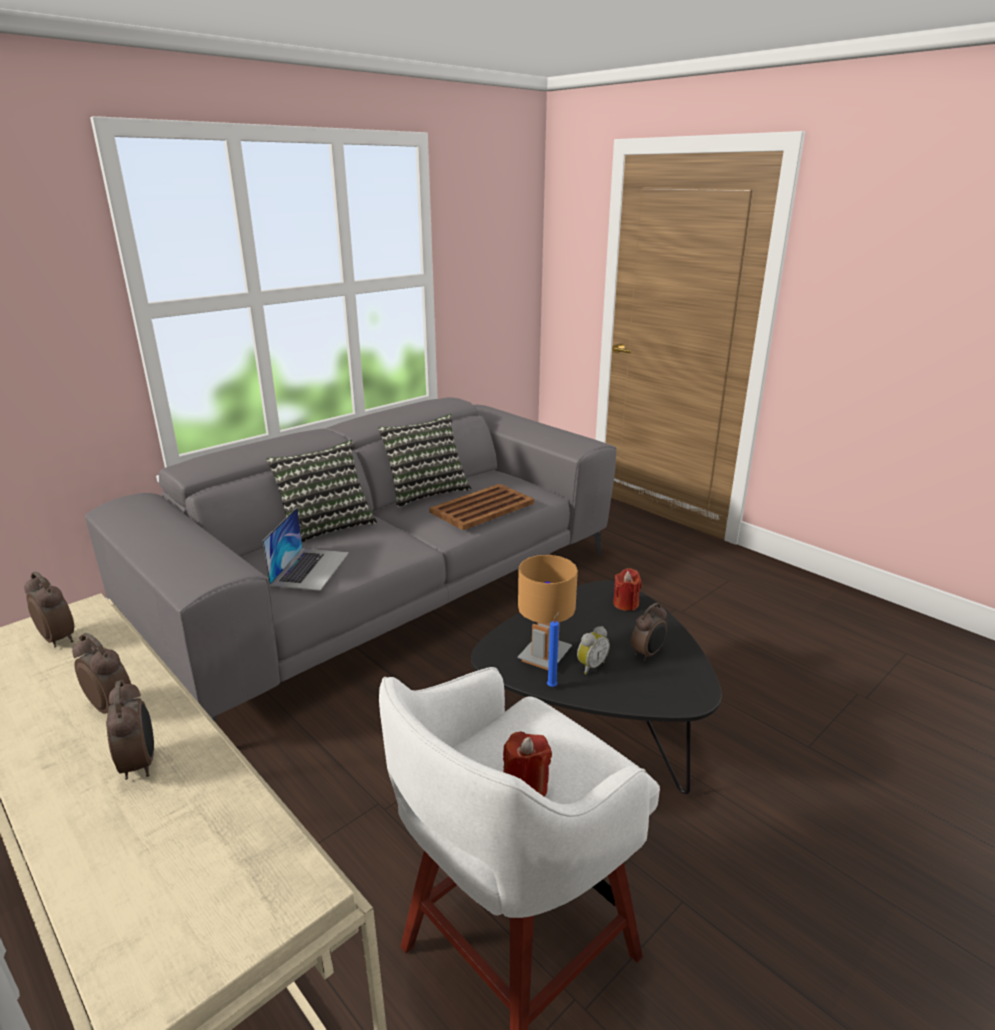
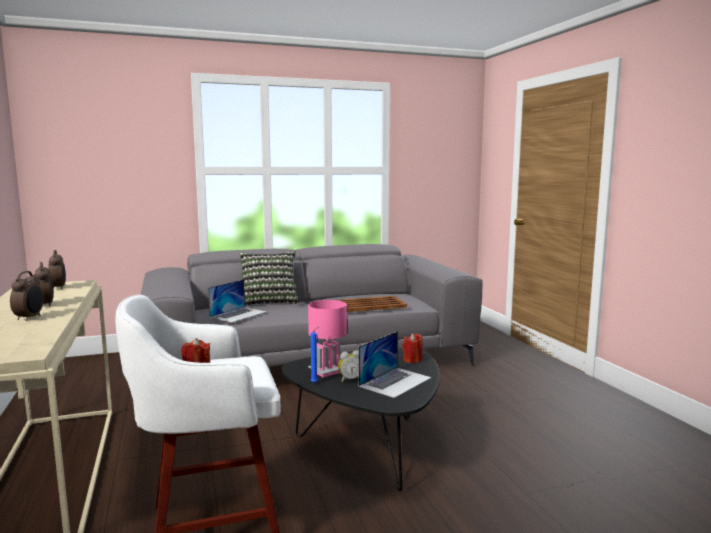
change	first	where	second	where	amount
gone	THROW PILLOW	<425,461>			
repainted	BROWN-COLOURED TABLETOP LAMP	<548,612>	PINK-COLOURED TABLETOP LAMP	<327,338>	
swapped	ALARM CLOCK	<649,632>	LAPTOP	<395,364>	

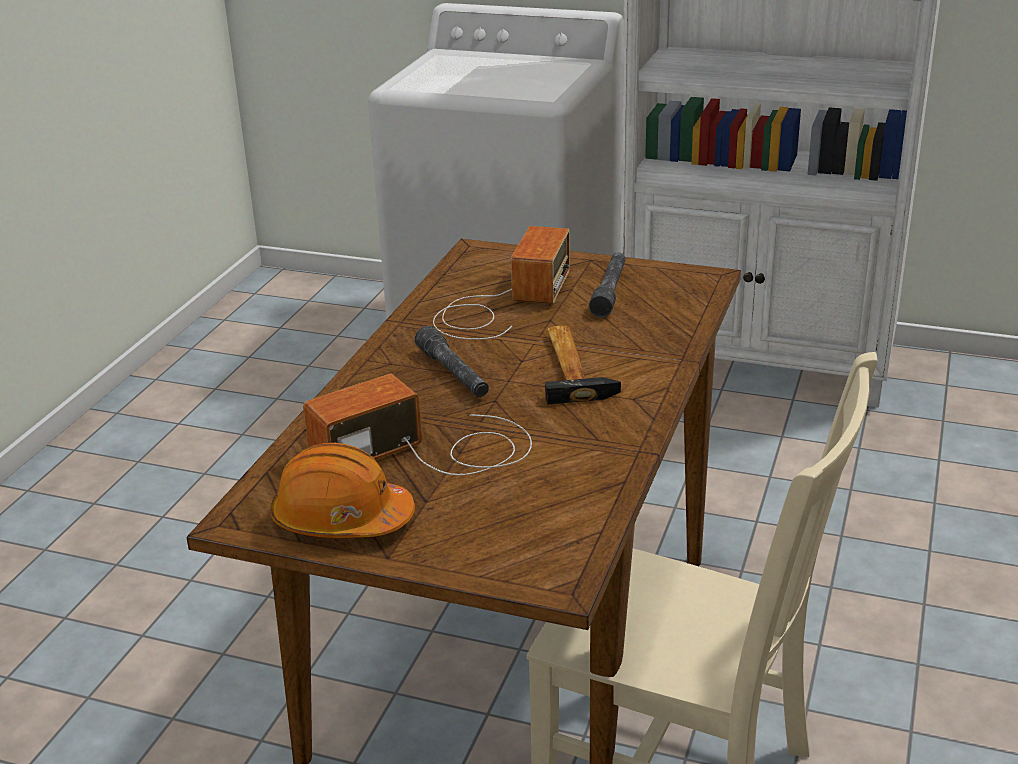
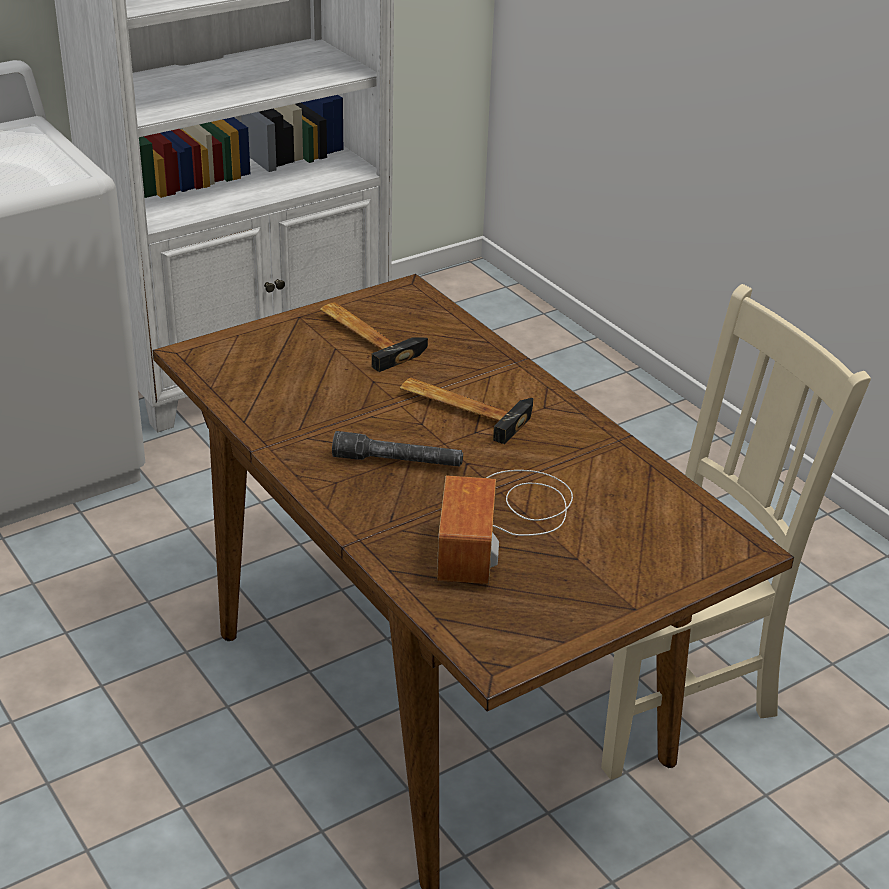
change	first	where	second	where	amount
gone	RADIO SET	<501,283>			
swapped	GRAY HAND TORCH	<607,284>	HAND HAMMER	<374,337>	
gone	ORANGEY SAFETY HELMET	<342,490>			

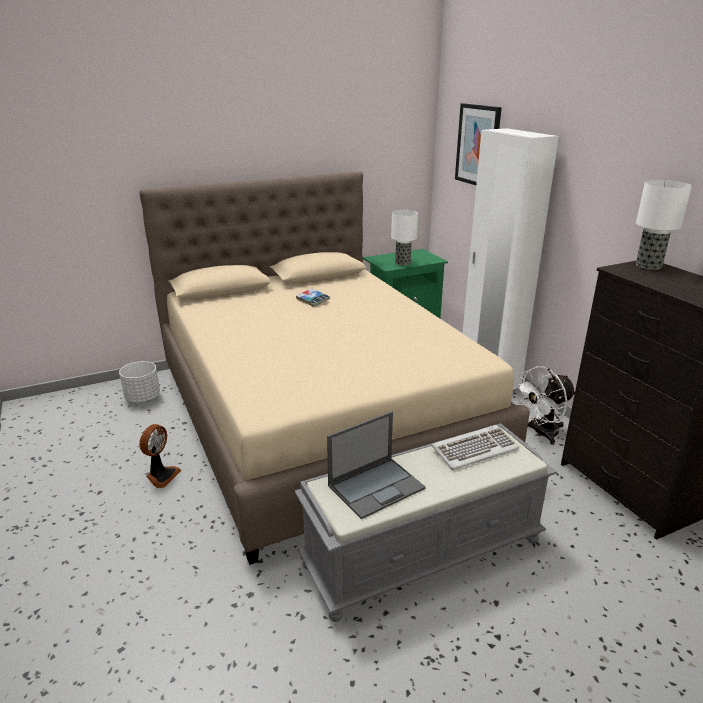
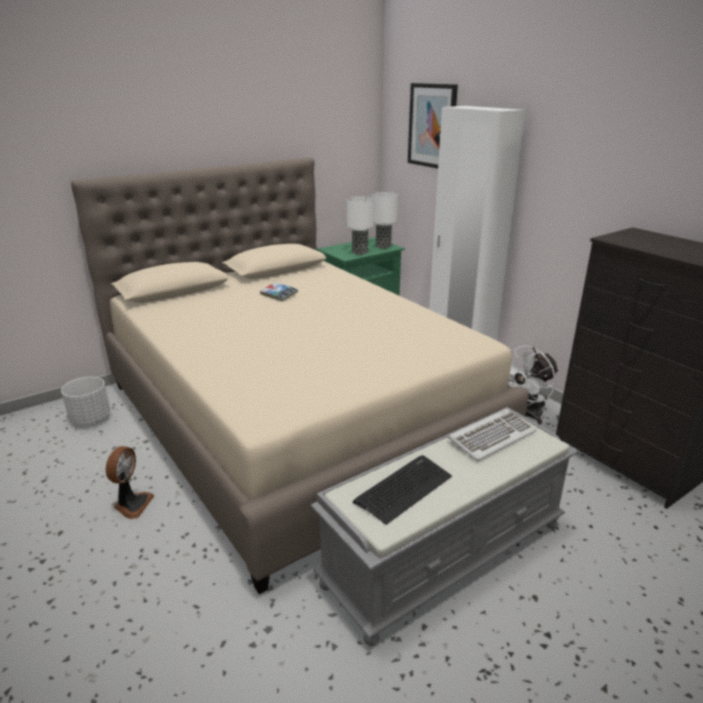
change	first	where	second	where	amount
shifted	TABLETOP LAMP	<664,225>		<384,220>	
swapped	LAPTOP	<376,465>	COMPUTER KEYBOARD	<402,490>	

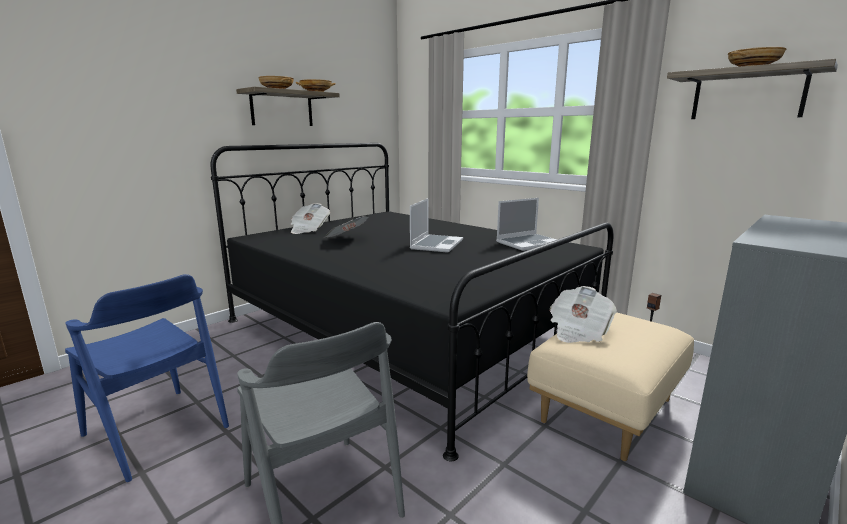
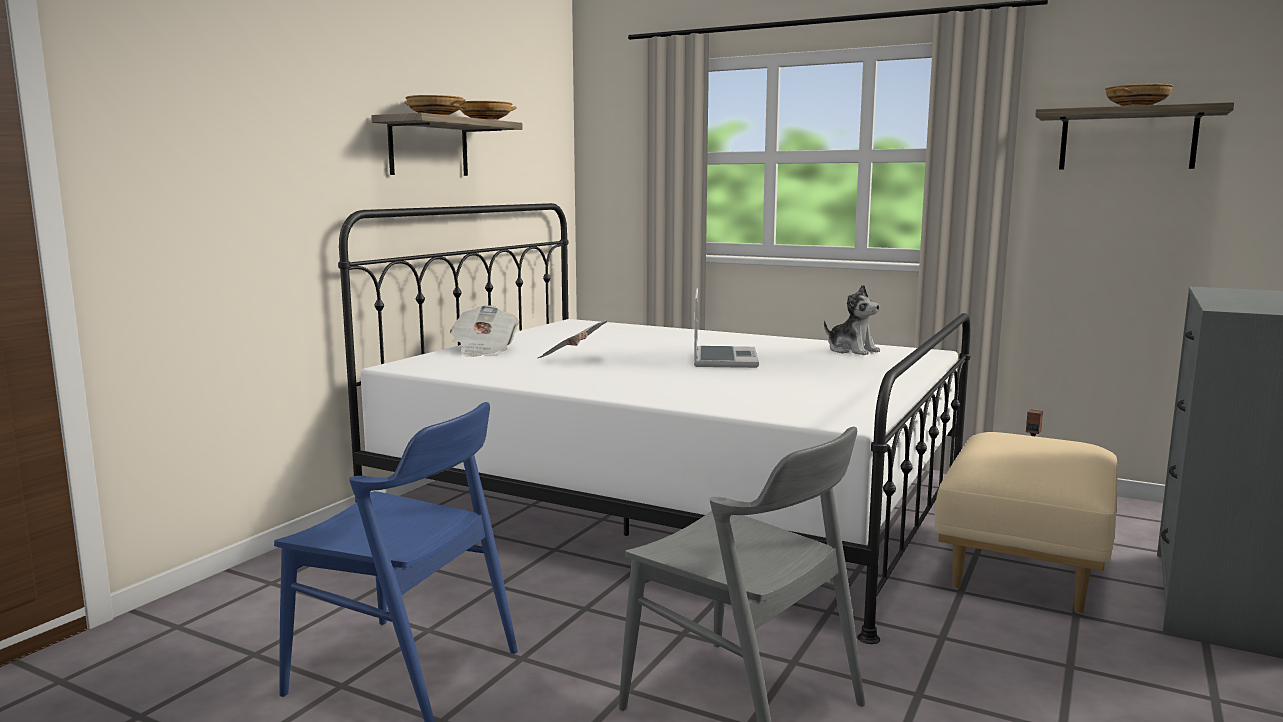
change	first	where	second	where	amount
repainted	BLACKISH BED	<411,302>	WHITISH BED	<654,423>	
swapped	LAPTOP	<526,224>	CUDDLY TOY	<852,320>	
gone	NEWSPAPER	<583,314>			

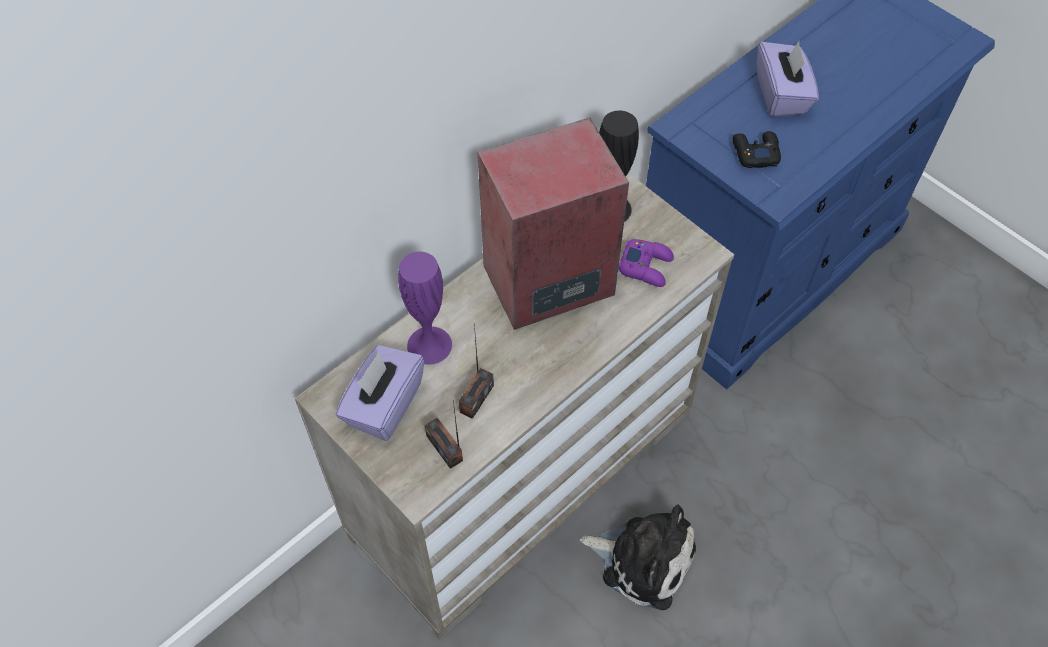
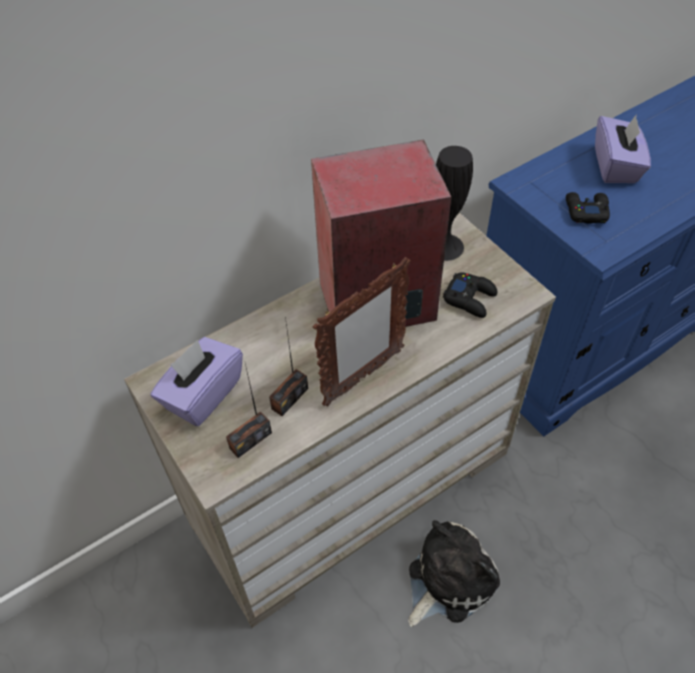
change	first	where	second	where	amount
repainted	PURPLISH GAMEPAD	<646,263>	BLACKISH GAMEPAD	<470,295>	
gone	PURPLISH FLOWER VASE	<425,308>			
rotated	RADIO SET	<444,435>		<249,410>	105 degrees counterclockwise
rotated	CUDDLY TOY	<638,557>		<454,573>	75 degrees counterclockwise
new			STANDING FRAME	<362,332>	

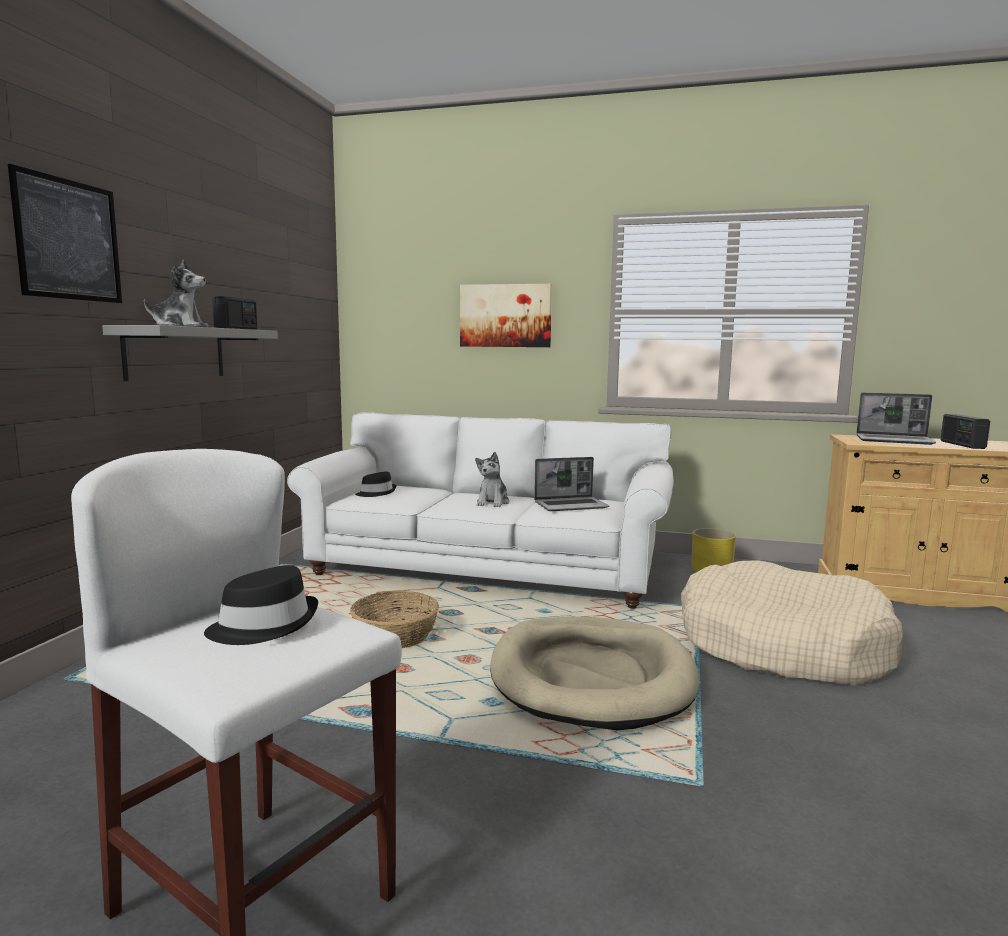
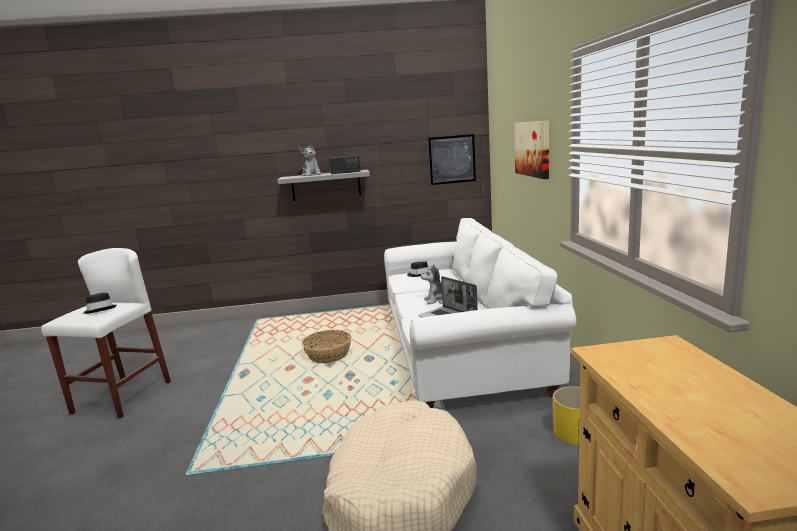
change	first	where	second	where	amount
shifted	WALL ART	<65,233>		<452,159>	
gone	LAPTOP	<896,418>			
gone	RADIO SET	<965,431>			
gone	BEIGE DOG BED	<594,673>			

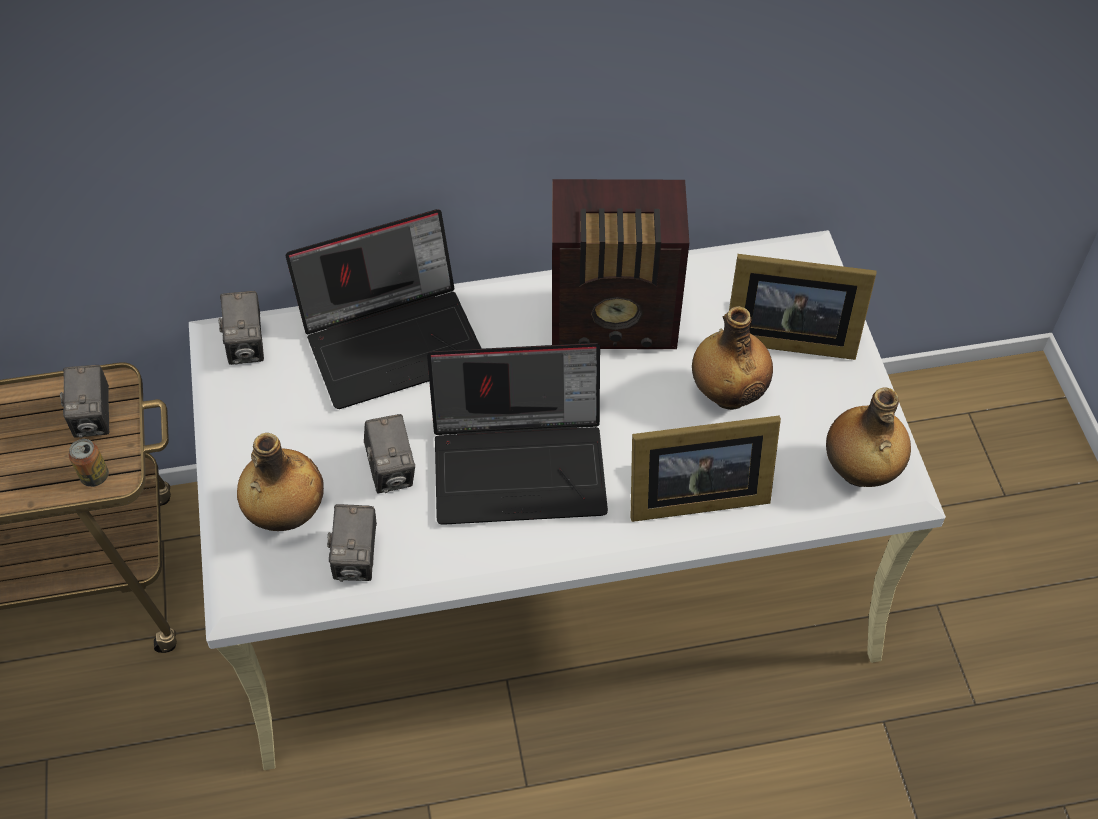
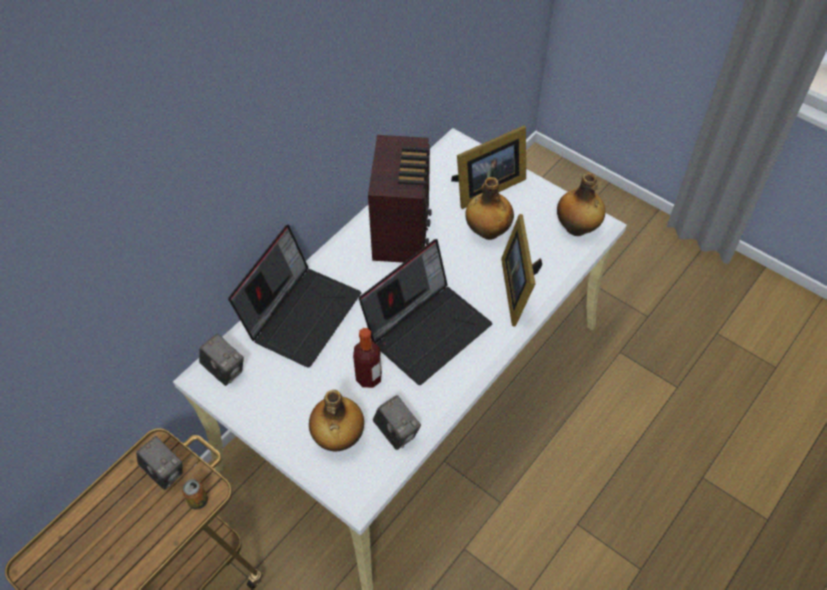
change	first	where	second	where	amount
rotated	RADIO SET	<620,264>		<400,199>	45 degrees counterclockwise
swapped	PHOTO CAMERA	<389,453>	BOTTLE	<367,358>	
rotated	STANDING FRAME	<706,469>		<521,270>	135 degrees clockwise

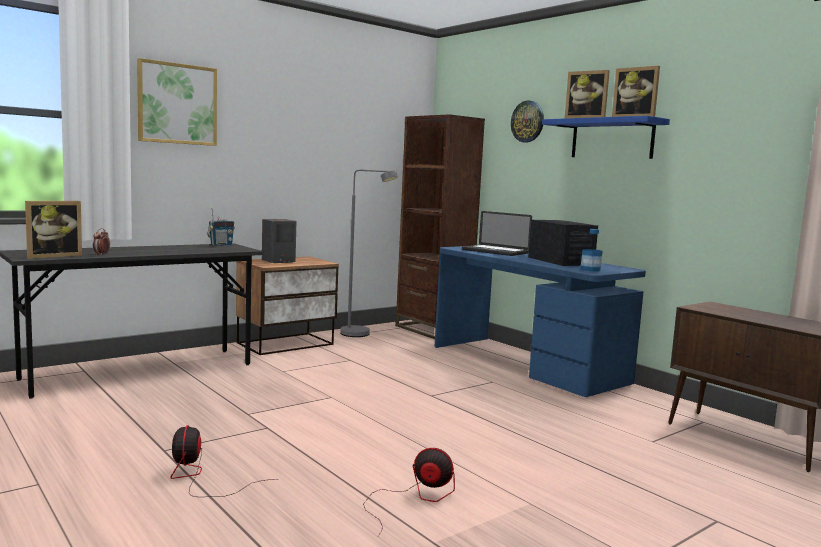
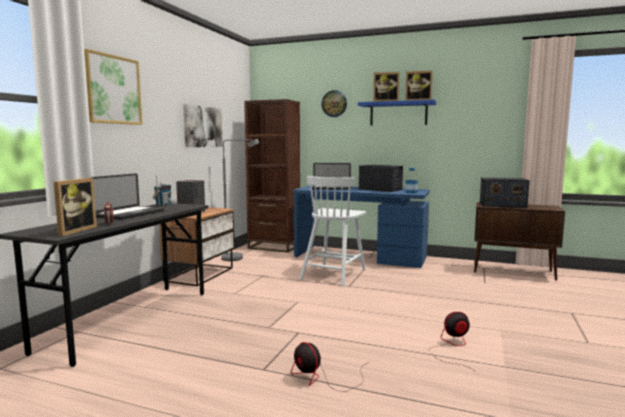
change	first	where	second	where	amount
new			WALL ART	<203,125>	
new			LAPTOP	<127,196>	
new			WHITISH PLAIN CHAIR	<333,231>	
new			RADIO SET	<505,192>	

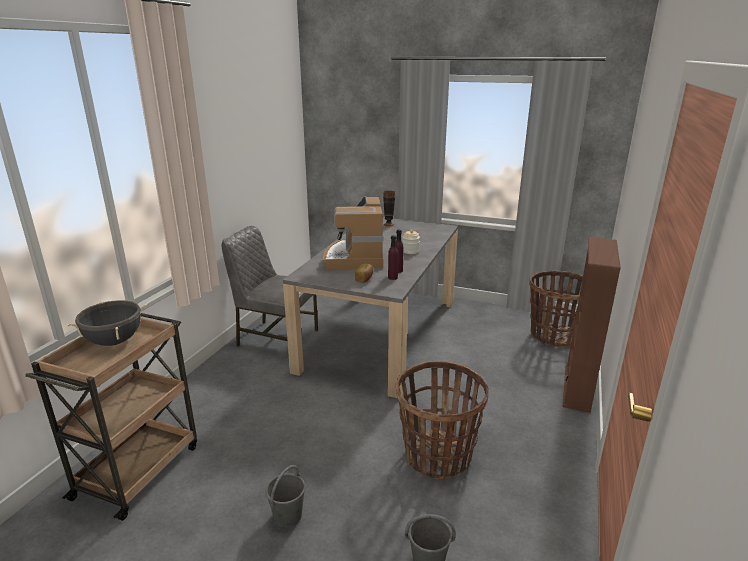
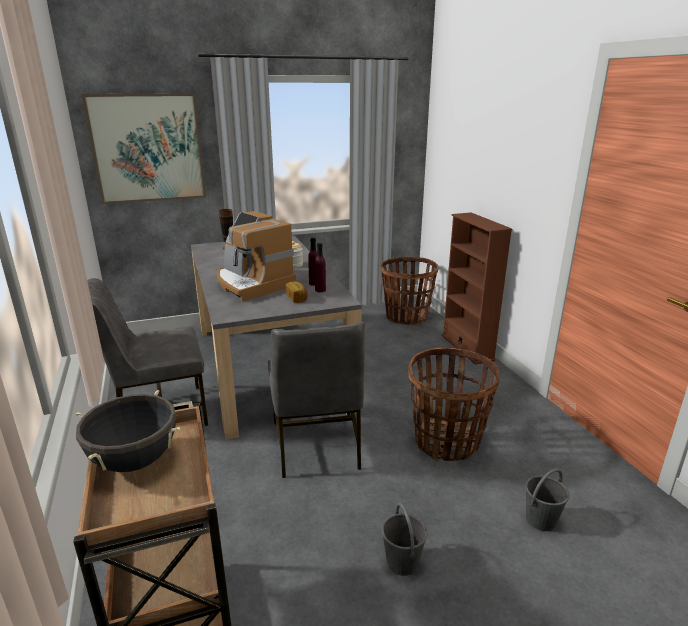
change	first	where	second	where	amount
new			WALL ART	<143,148>	
new			GRAY PLAIN CHAIR	<316,400>	

